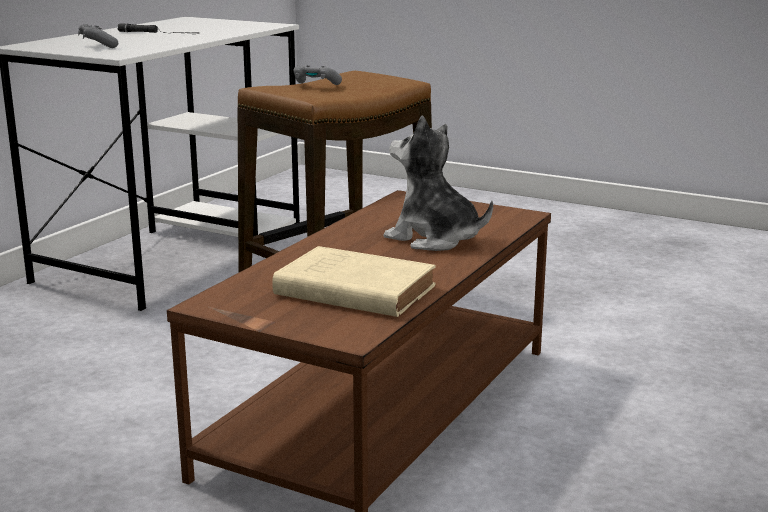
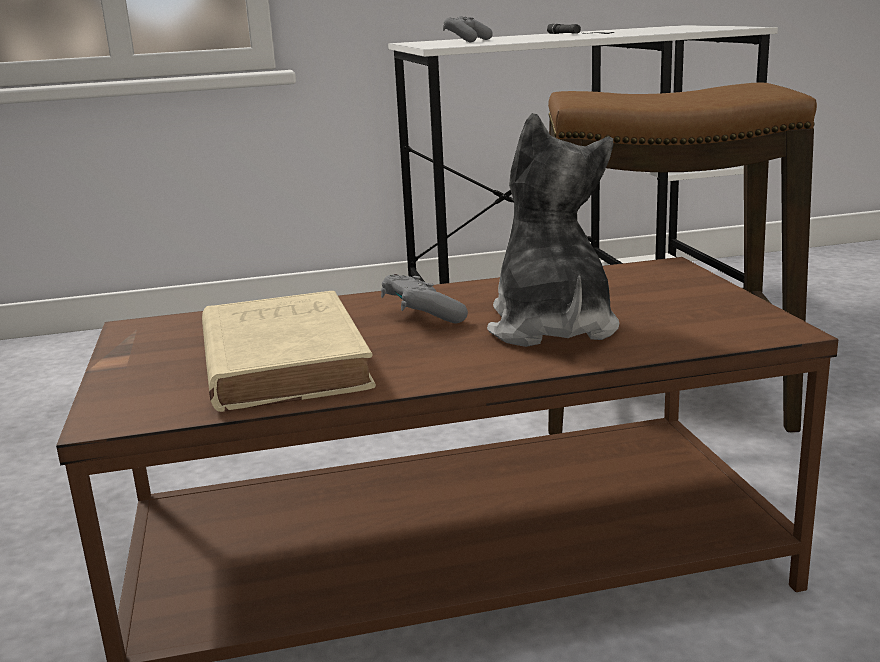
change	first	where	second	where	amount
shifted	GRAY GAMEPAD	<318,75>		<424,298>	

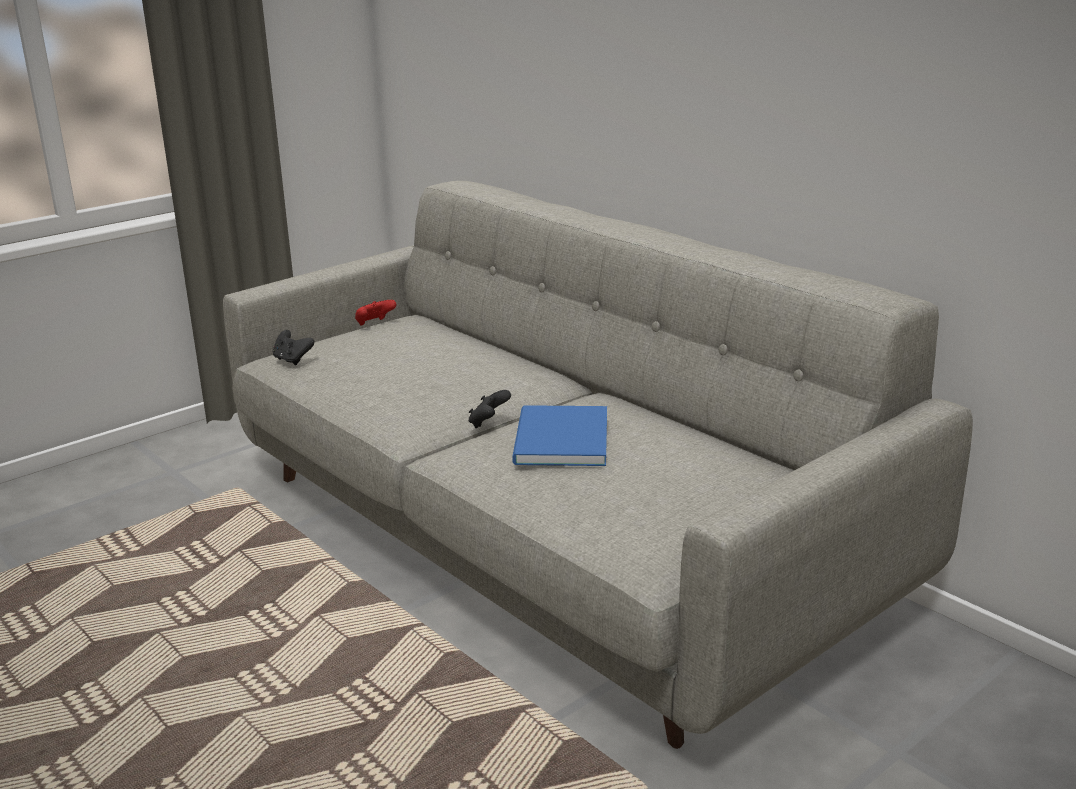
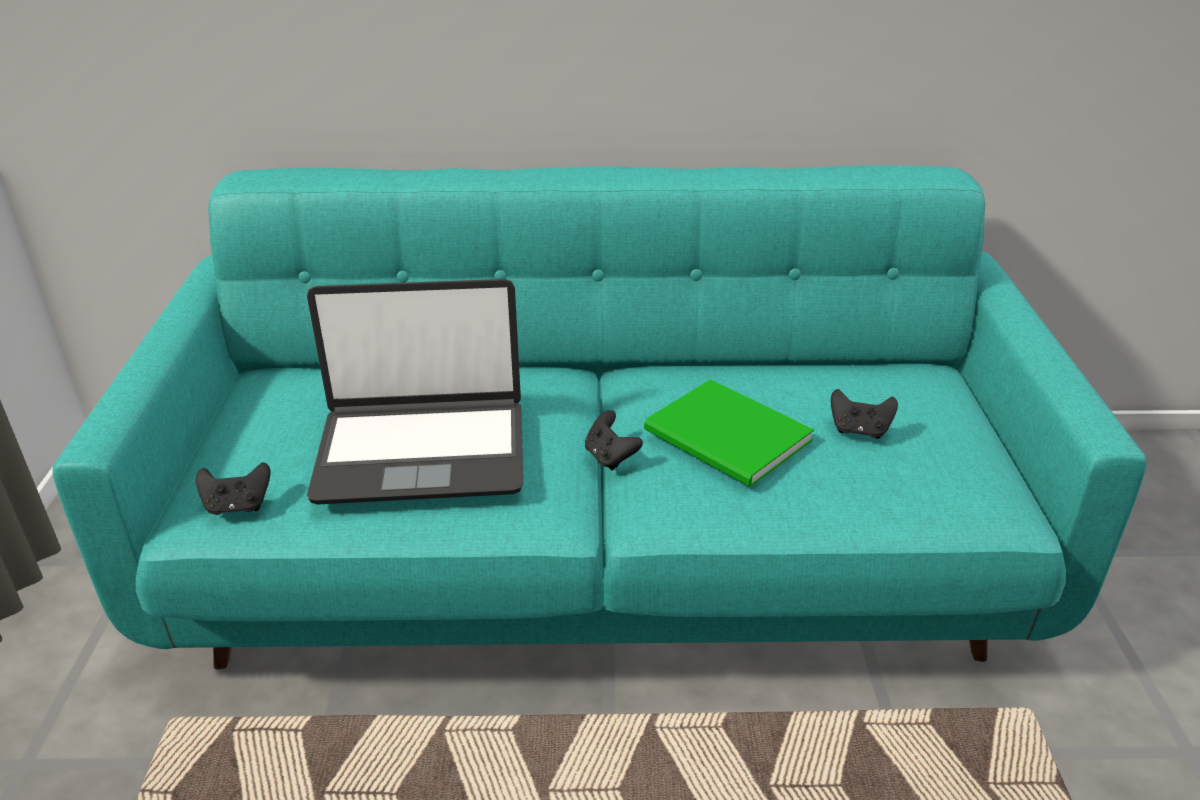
change	first	where	second	where	amount
repainted	GRAY SOFA	<598,465>	TURQUOISE-COLOURED SOFA	<600,417>	
gone	RED GAMEPAD	<375,313>			
repainted	BLUE BOOK	<559,435>	GREEN-COLOURED BOOK	<729,433>	
new			LAPTOP	<415,391>	
new			BLACKISH GAMEPAD	<864,414>	

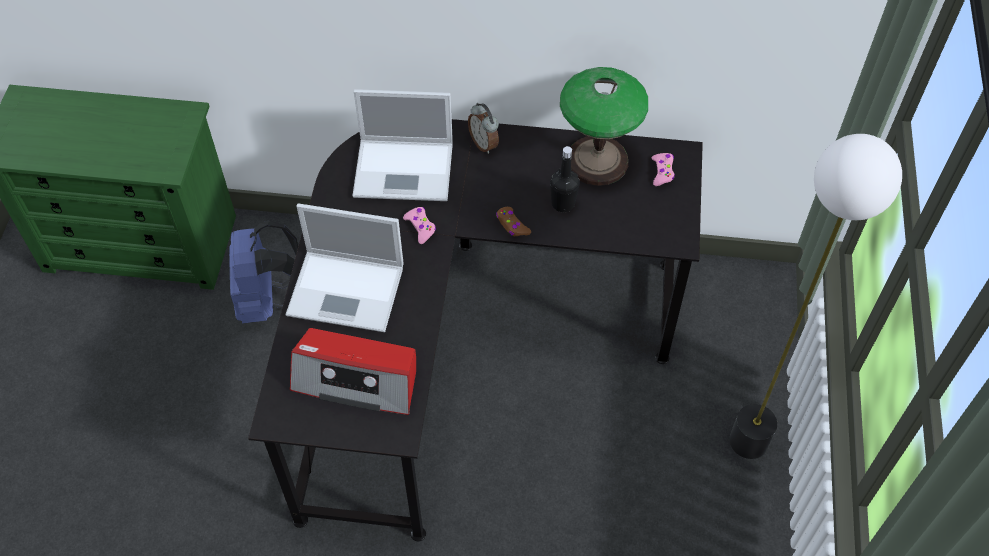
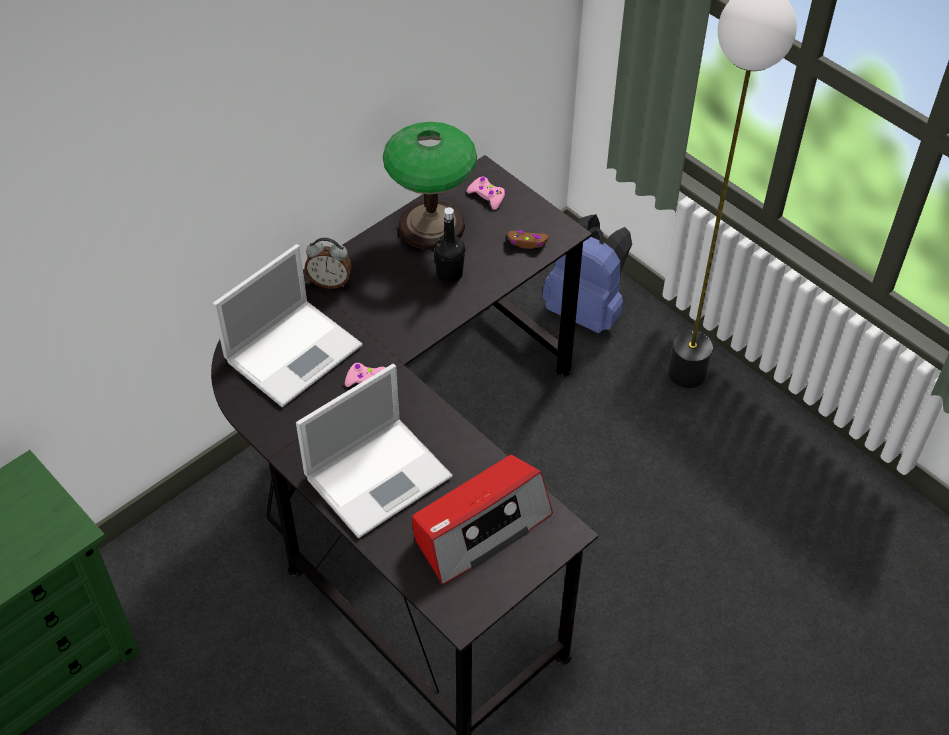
change	first	where	second	where	amount
shifted	BROWN-COLOURED GAMEPAD	<513,221>		<528,239>	
shifted	BLUE BACKPACK	<263,272>		<587,273>	

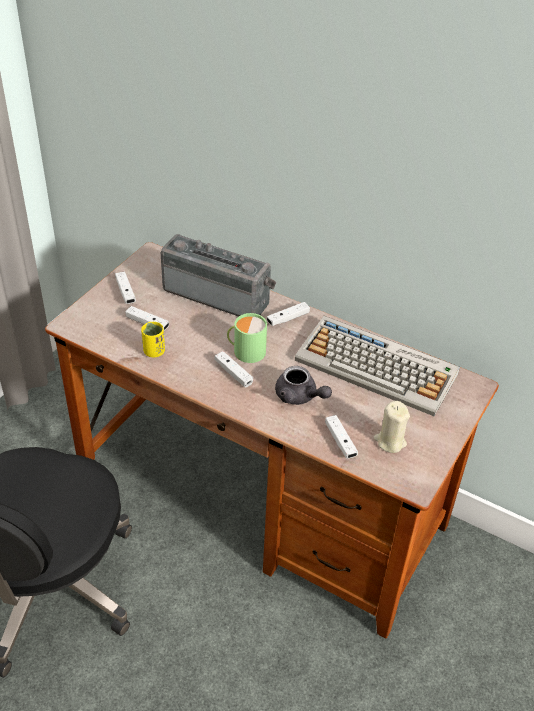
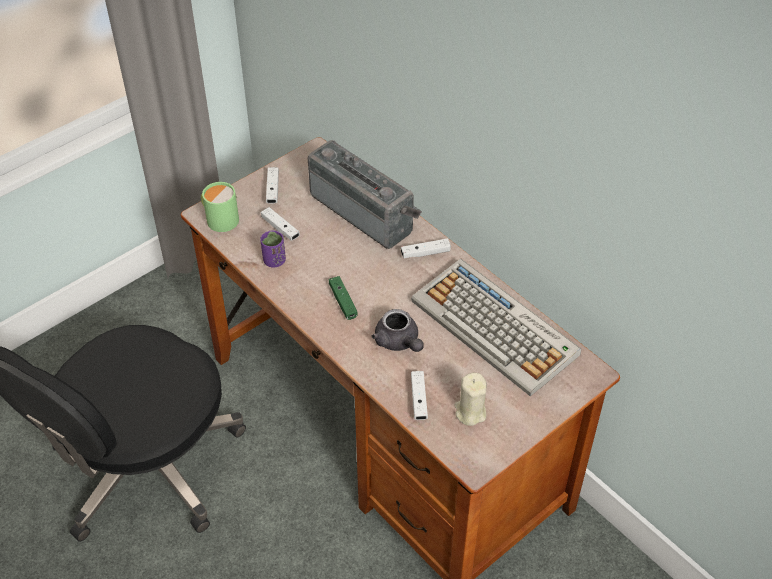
change	first	where	second	where	amount
shifted	GREEN-COLOURED COFFEE MUG	<247,338>		<220,207>	
repainted	YELLOWISH SMALL CUP	<153,339>	PURPLISH SMALL CUP	<273,249>	
repainted	WHITISH GAMEPAD	<233,369>	GREEN-COLOURED GAMEPAD	<343,298>	

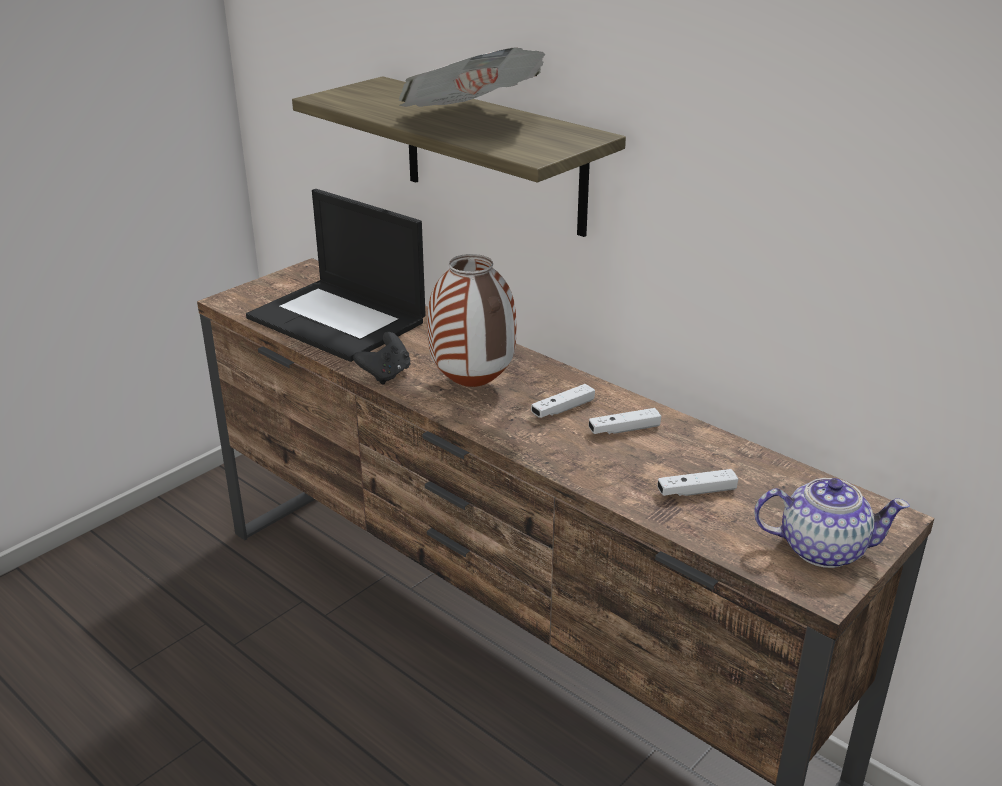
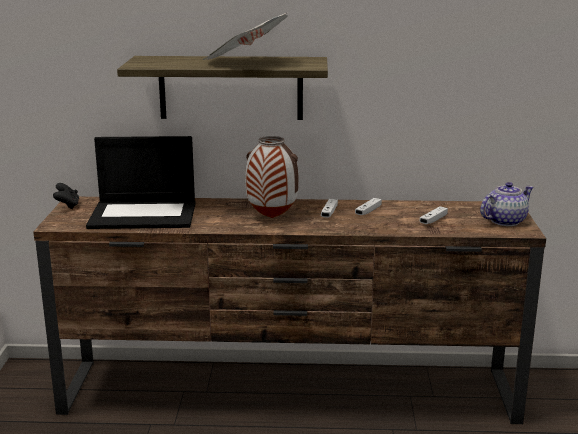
change	first	where	second	where	amount
shifted	BLACKISH GAMEPAD	<382,358>		<66,196>	

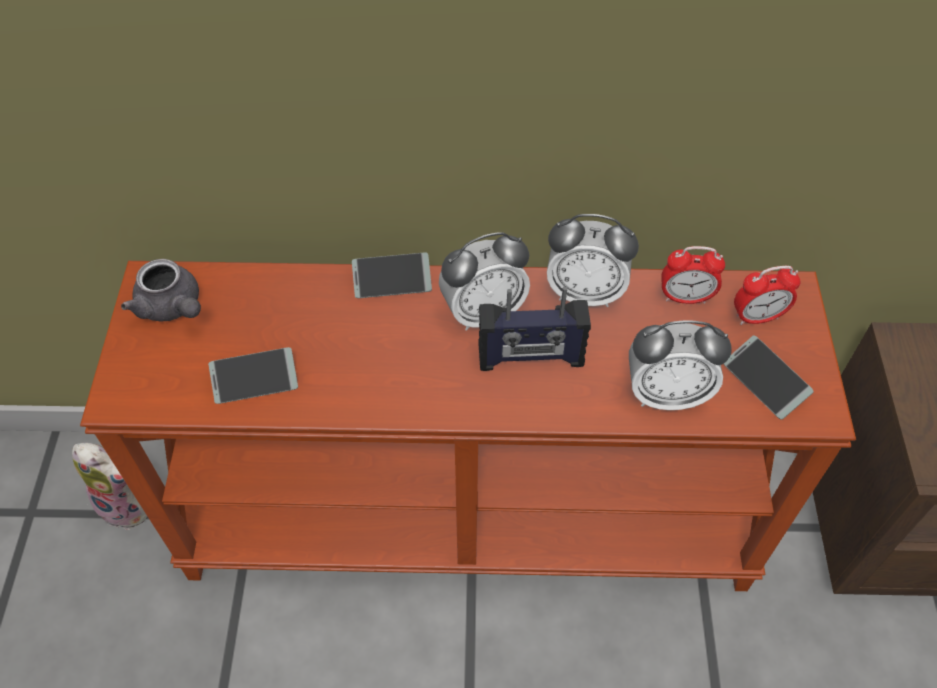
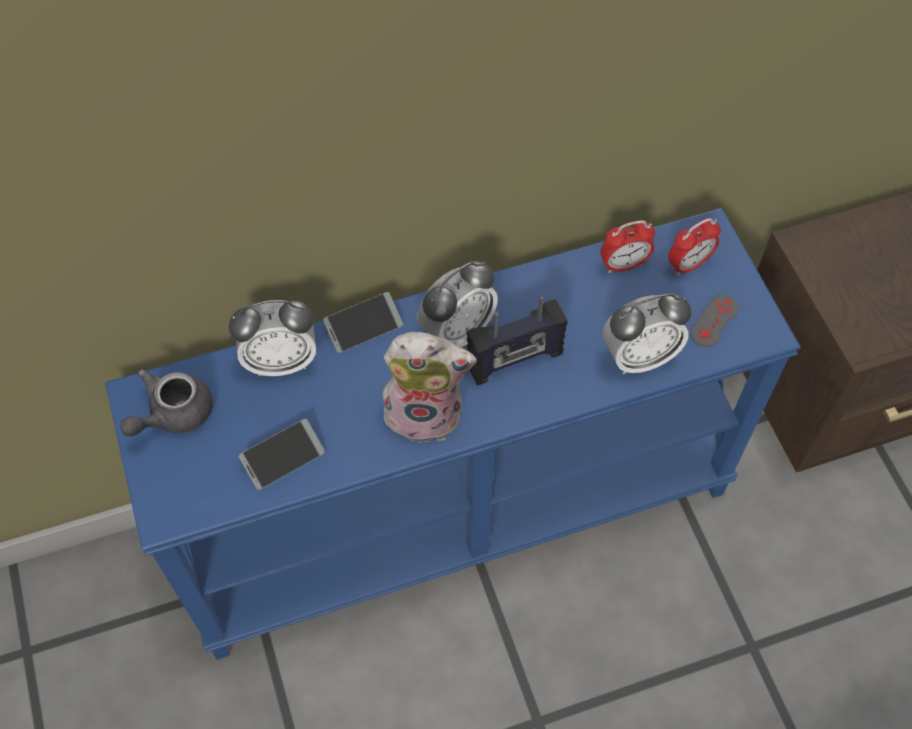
change	first	where	second	where	amount
shifted	ALARM CLOCK	<593,260>		<272,338>	
rotated	GRAY TEAPOT	<161,290>		<166,402>	105 degrees clockwise
repainted	BROWN-COLOURED HALL TABLE	<468,426>	BLUE HALL TABLE	<453,434>	
swapped	TELEPHONE	<768,377>	GRAY GAMEPAD	<714,321>	
shifted	CUDDLY TOY	<110,486>		<430,387>	

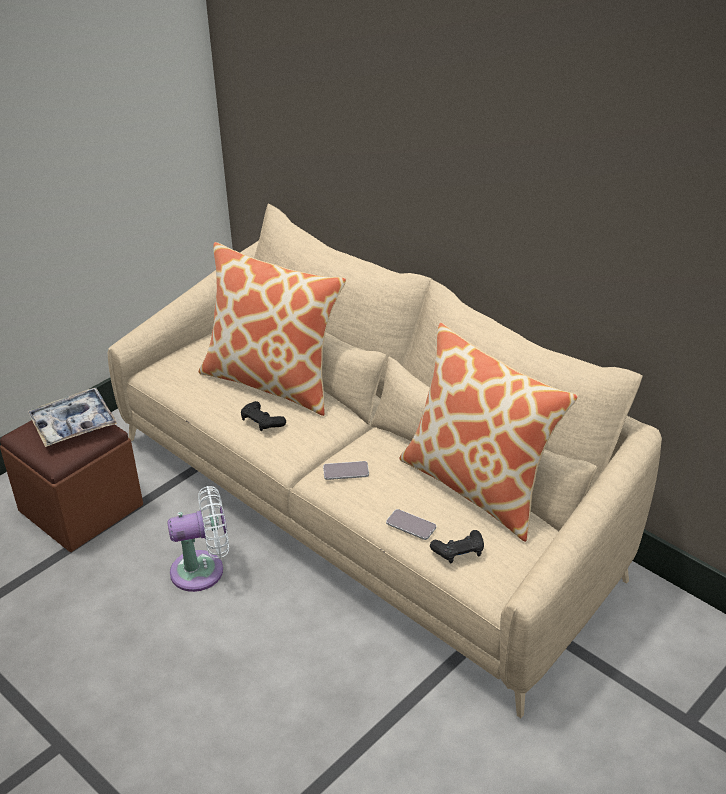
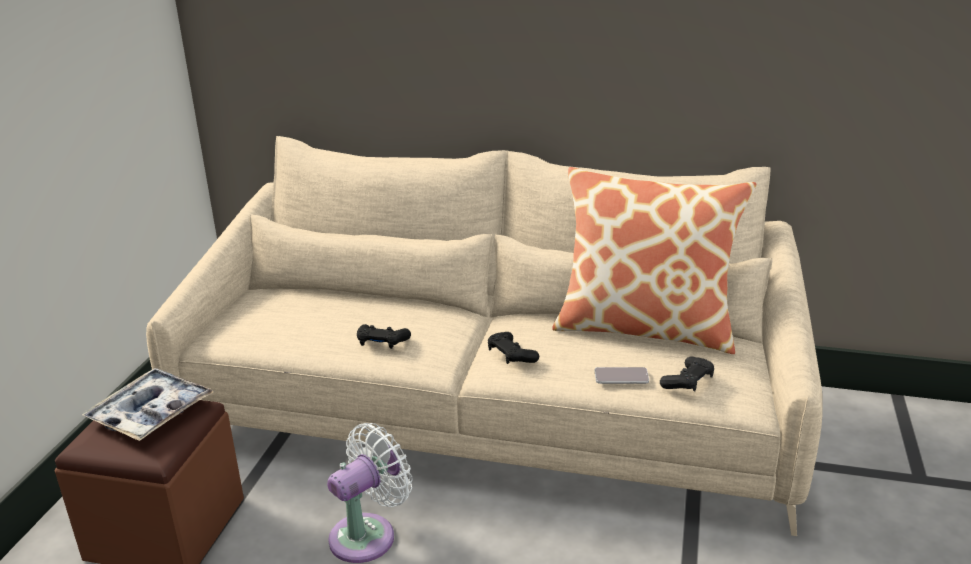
change	first	where	second	where	amount
gone	THROW PILLOW	<272,329>			
swapped	TELEPHONE	<346,470>	BLACKISH GAMEPAD	<513,348>	

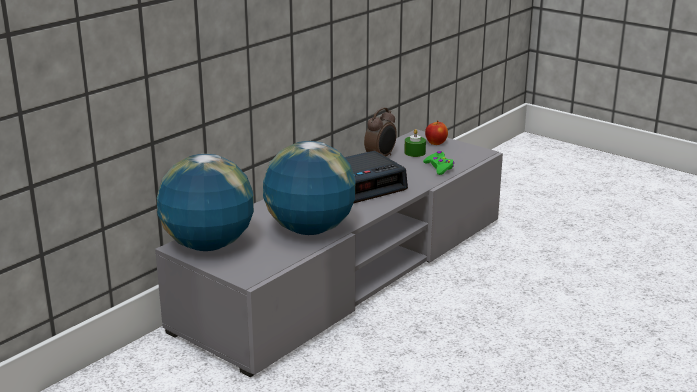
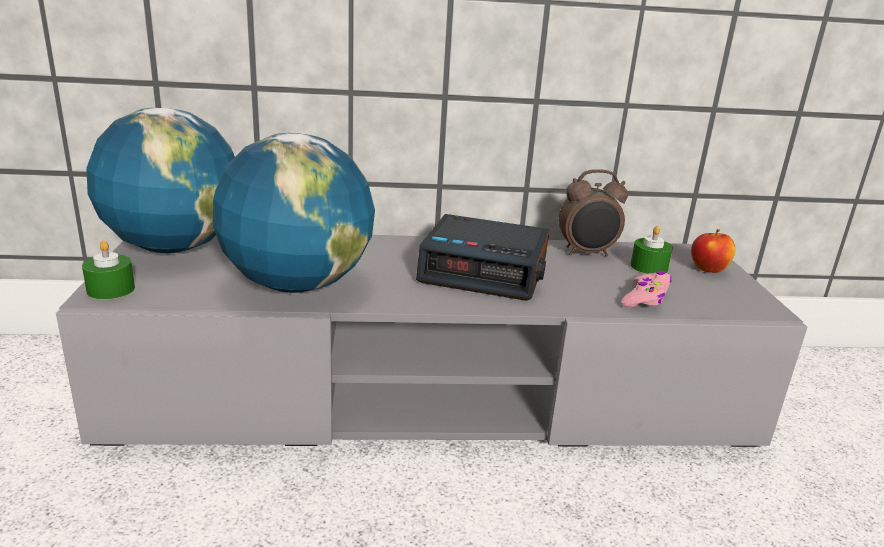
change	first	where	second	where	amount
repainted	GREEN-COLOURED GAMEPAD	<438,163>	PINK-COLOURED GAMEPAD	<646,289>	
new			GREEN-COLOURED WAX CANDLE	<108,269>	

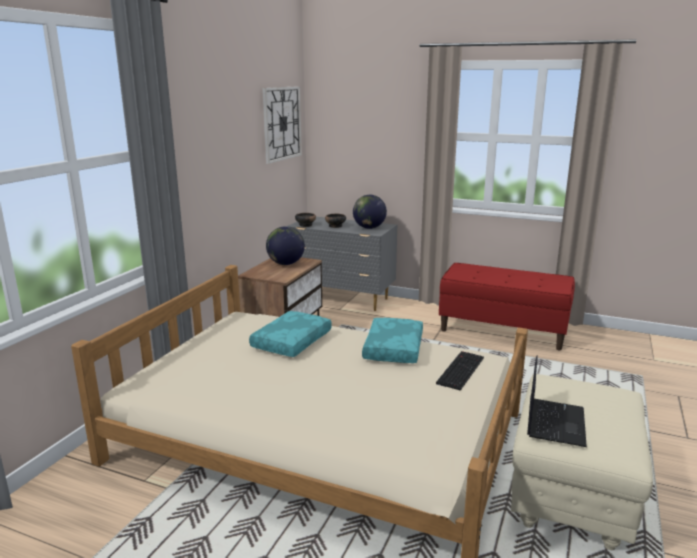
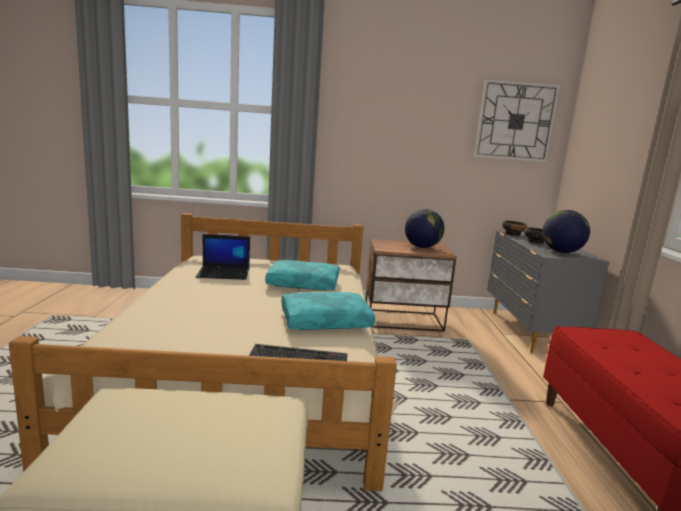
change	first	where	second	where	amount
shifted	LAPTOP	<557,401>		<223,257>	

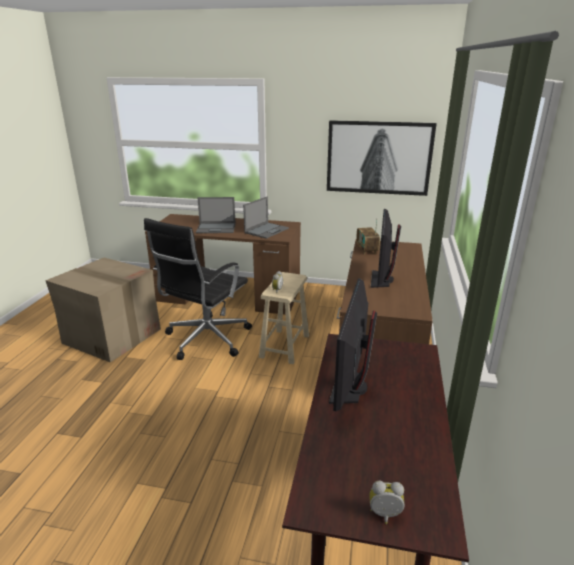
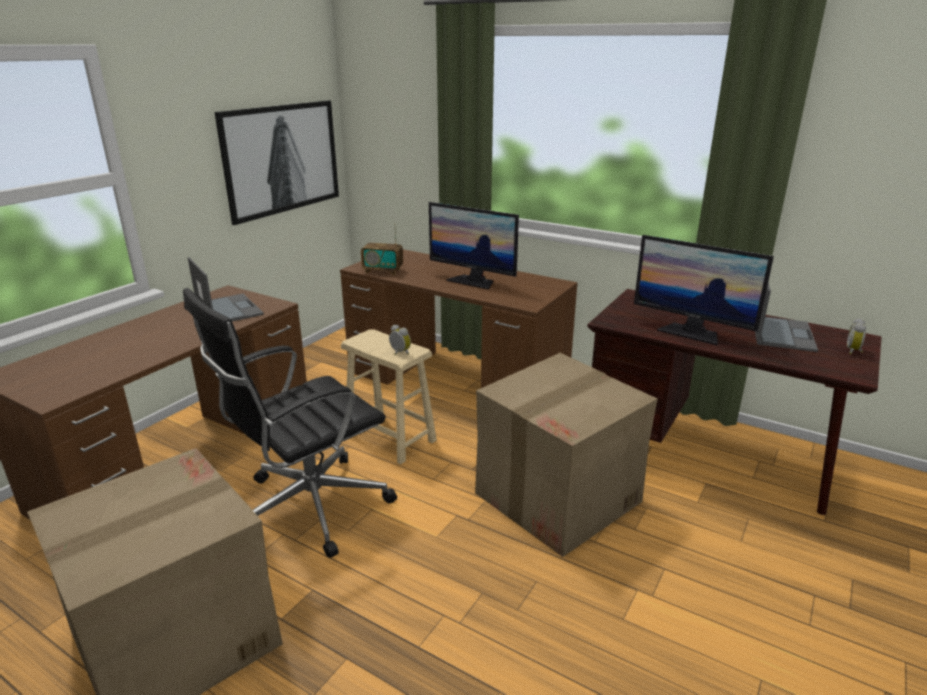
change	first	where	second	where	amount
shifted	LAPTOP	<216,215>		<786,317>	
rotated	BLACKISH COMPUTER CHAIR	<198,289>		<290,423>	90 degrees clockwise
new			CARTON	<566,455>	

